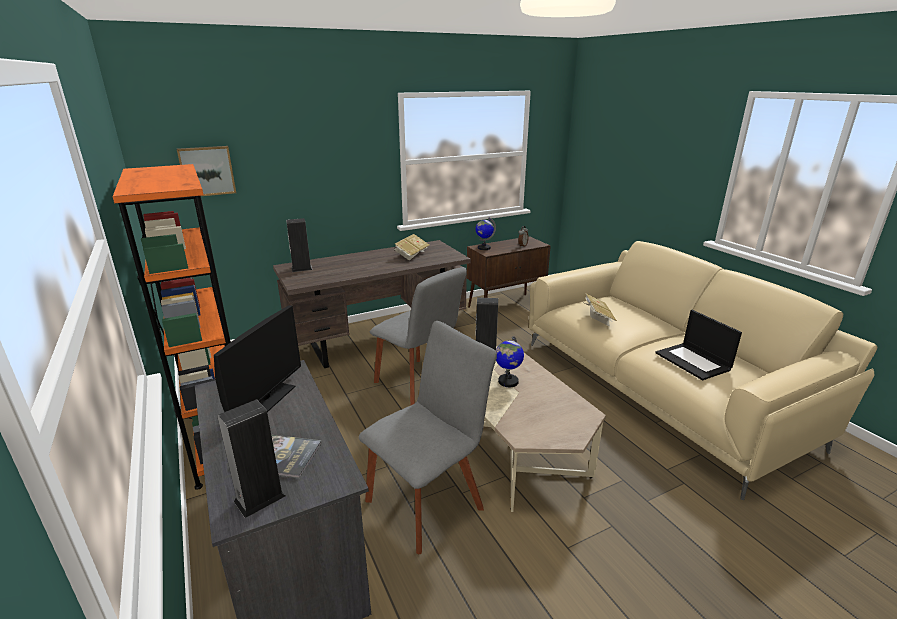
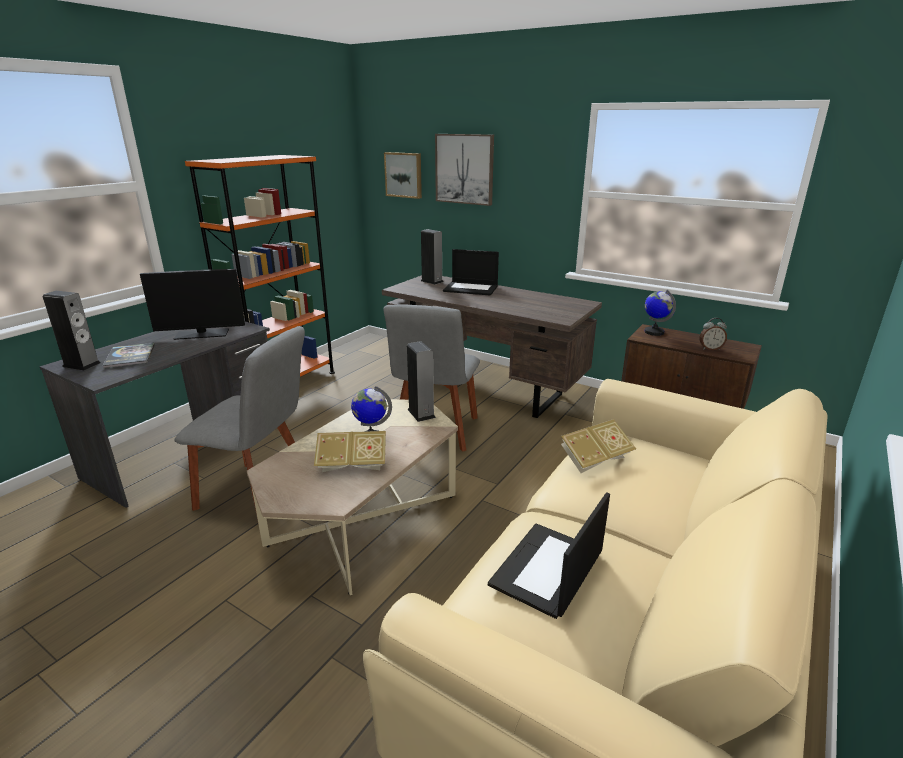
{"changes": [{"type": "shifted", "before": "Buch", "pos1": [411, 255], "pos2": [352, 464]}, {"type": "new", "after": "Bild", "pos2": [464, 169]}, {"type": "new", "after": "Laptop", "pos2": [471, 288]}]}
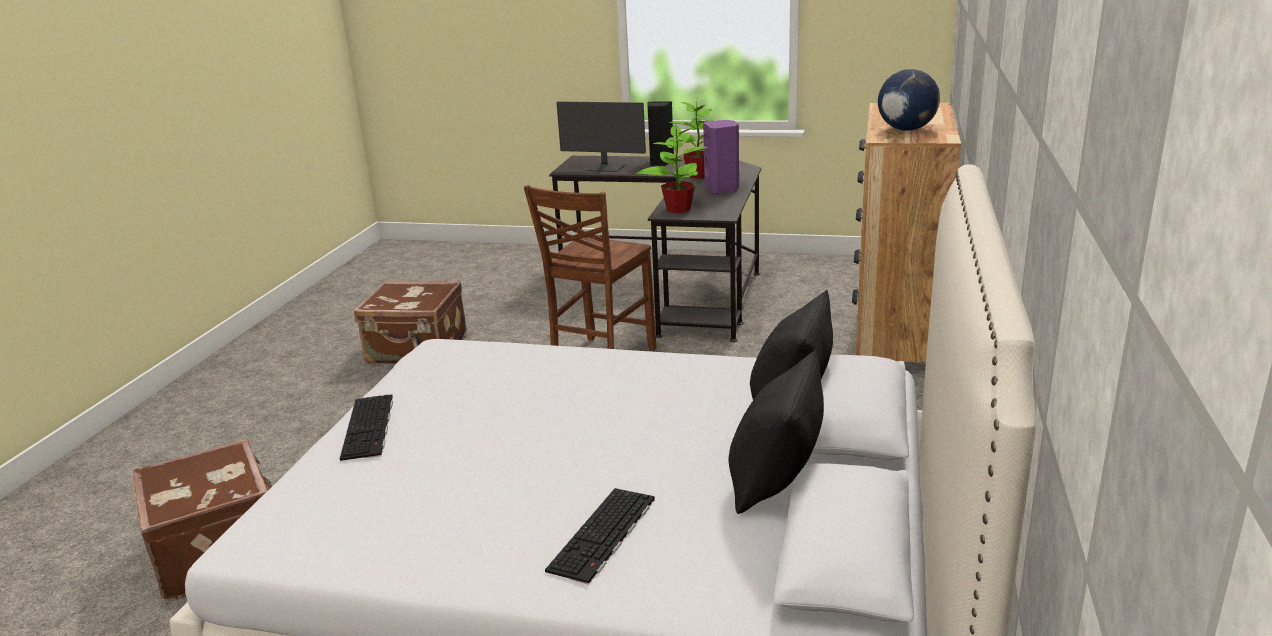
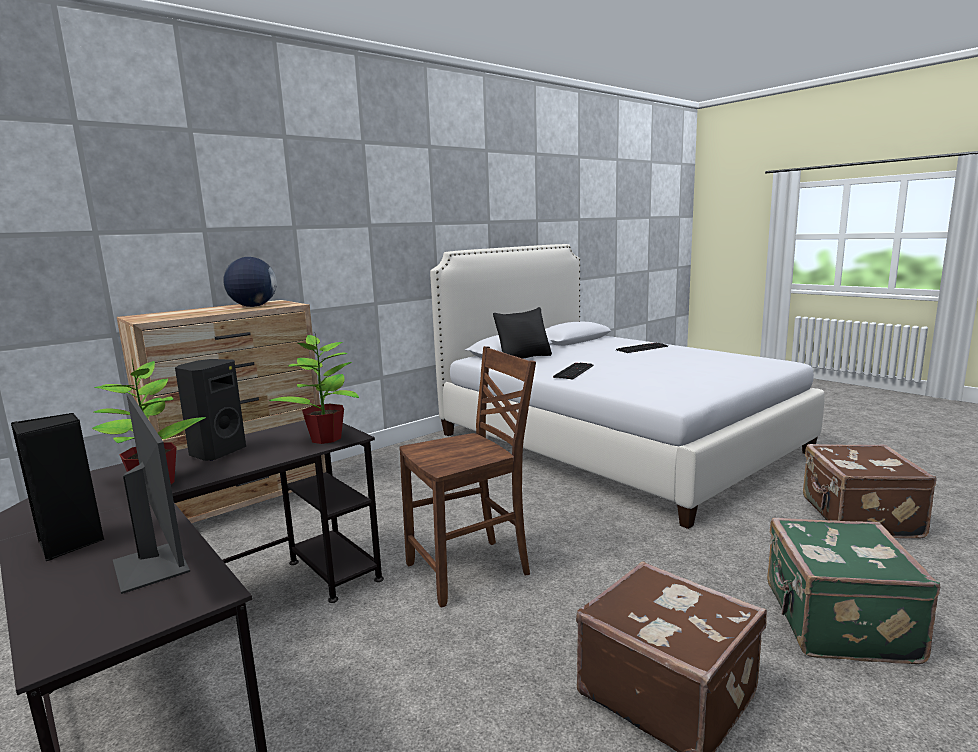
{"changes": [{"type": "shifted", "before": "Tastatur", "pos1": [369, 427], "pos2": [573, 371]}, {"type": "repainted", "before": "Lautsprecher [lila]", "after": "Lautsprecher [schwarz]", "pos1": [722, 189], "pos2": [216, 452]}, {"type": "gone", "before": "Kissen [schwarz]", "pos1": [775, 480]}, {"type": "new", "after": "Koffer [grün]", "pos2": [836, 623]}]}
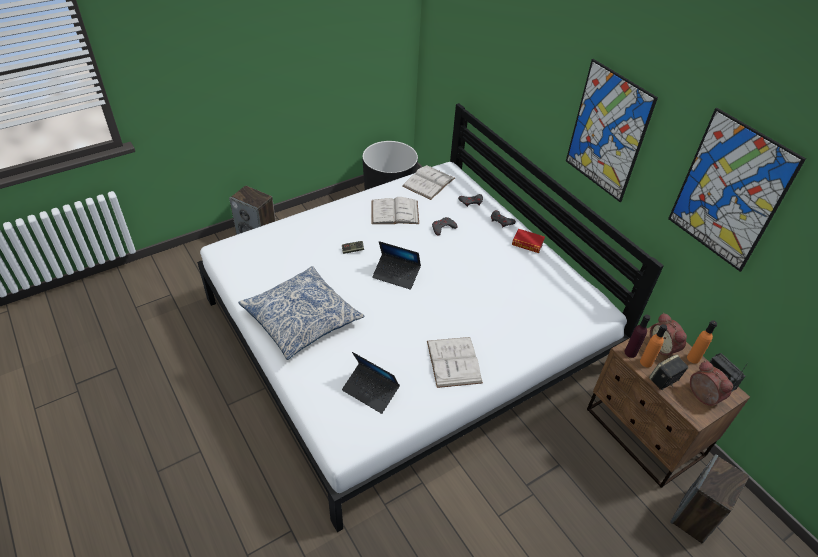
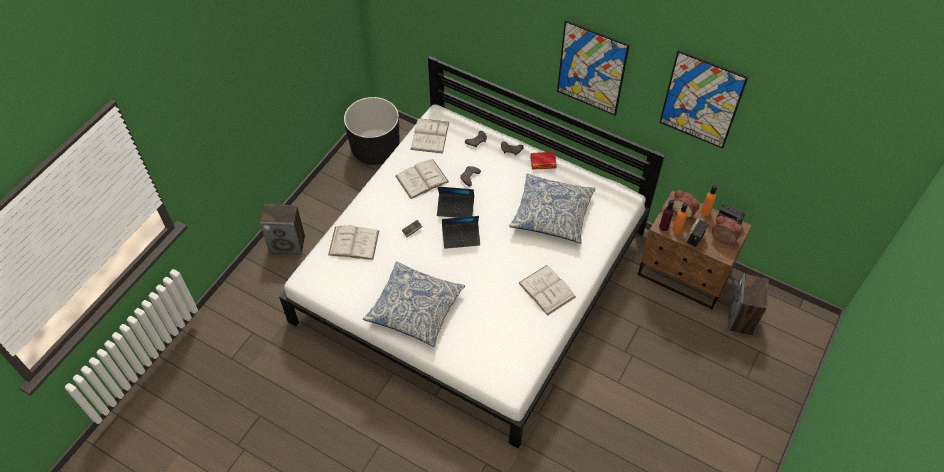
{"changes": [{"type": "shifted", "before": "Laptop", "pos1": [370, 391], "pos2": [455, 208]}, {"type": "new", "after": "Buch [weiß]", "pos2": [354, 243]}, {"type": "new", "after": "Kissen", "pos2": [552, 214]}]}
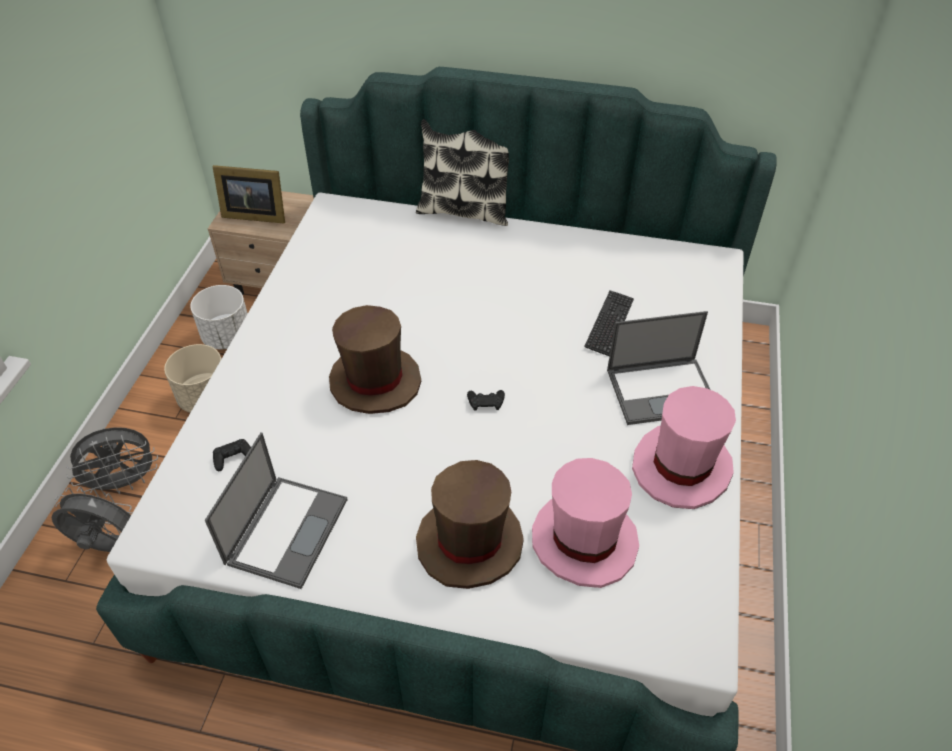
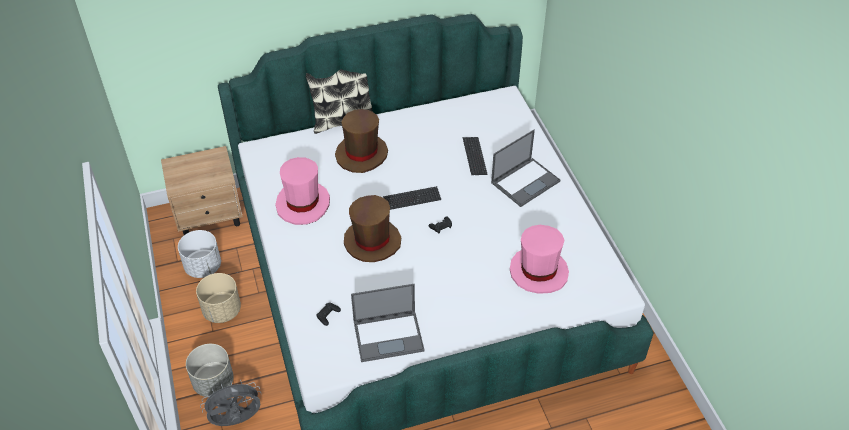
{"changes": [{"type": "swapped", "before": "Ventilator [grau]", "after": "Pflanzkübel [grau]", "pos1": [125, 482], "pos2": [213, 382]}, {"type": "rotated", "before": "Laptop", "pos1": [287, 529], "pos2": [389, 335], "turn": 90}, {"type": "gone", "before": "Bilderrahmen", "pos1": [253, 214]}, {"type": "shifted", "before": "Hut [braun]", "pos1": [470, 542], "pos2": [362, 154]}, {"type": "shifted", "before": "Hut [rosa]", "pos1": [681, 467], "pos2": [303, 204]}, {"type": "new", "after": "Tastatur", "pos2": [412, 199]}]}
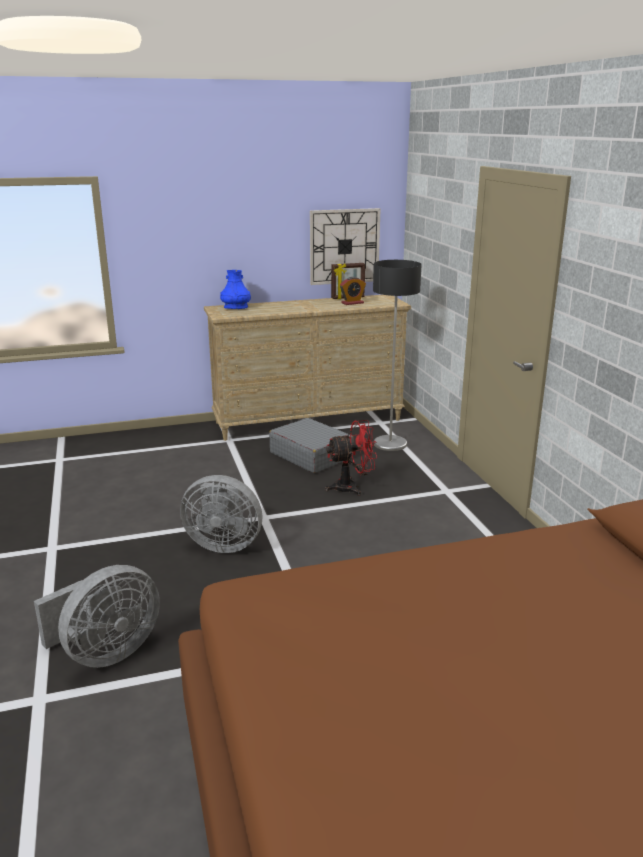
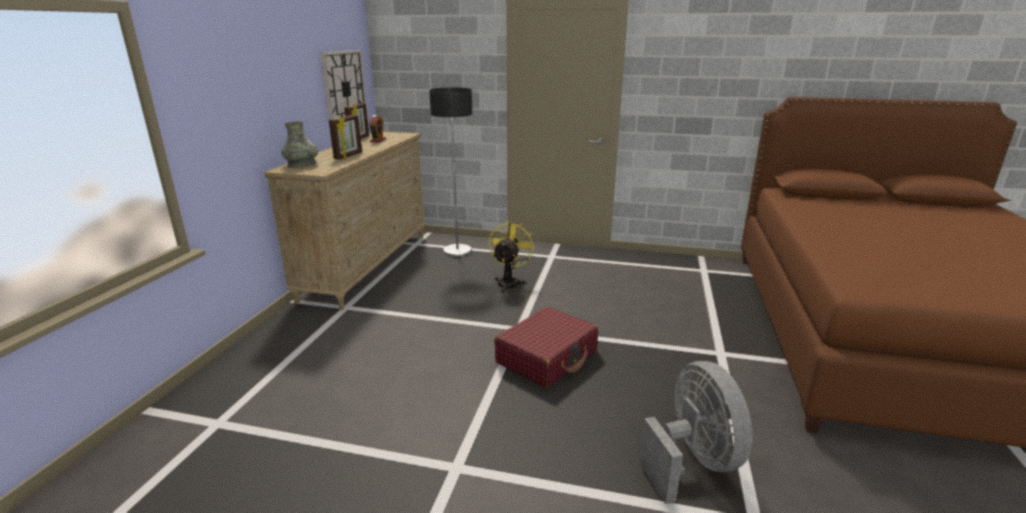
{"changes": [{"type": "swapped", "before": "Ventilator [grau]", "after": "Koffer [rot]", "pos1": [223, 544], "pos2": [547, 357]}, {"type": "repainted", "before": "Vase [blau]", "after": "Vase [grau]", "pos1": [236, 307], "pos2": [302, 164]}, {"type": "gone", "before": "Koffer [grau]", "pos1": [311, 455]}, {"type": "repainted", "before": "Ventilator [rot]", "after": "Ventilator [gelb]", "pos1": [351, 487], "pos2": [509, 282]}, {"type": "new", "after": "Bilderrahmen", "pos2": [349, 156]}]}
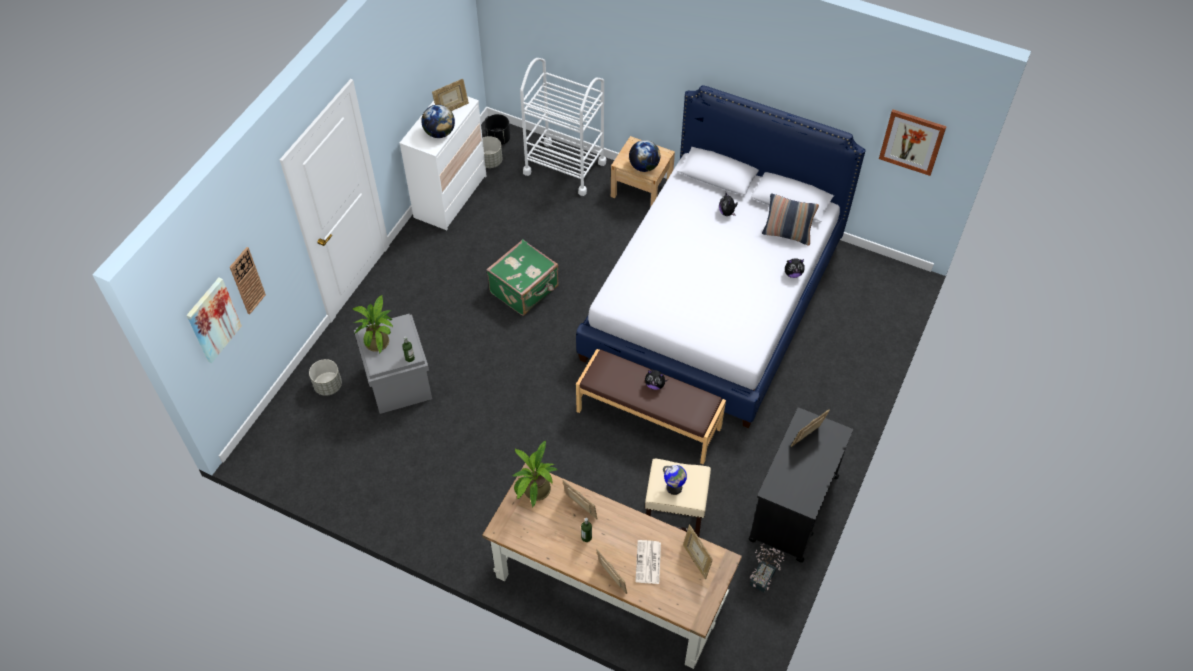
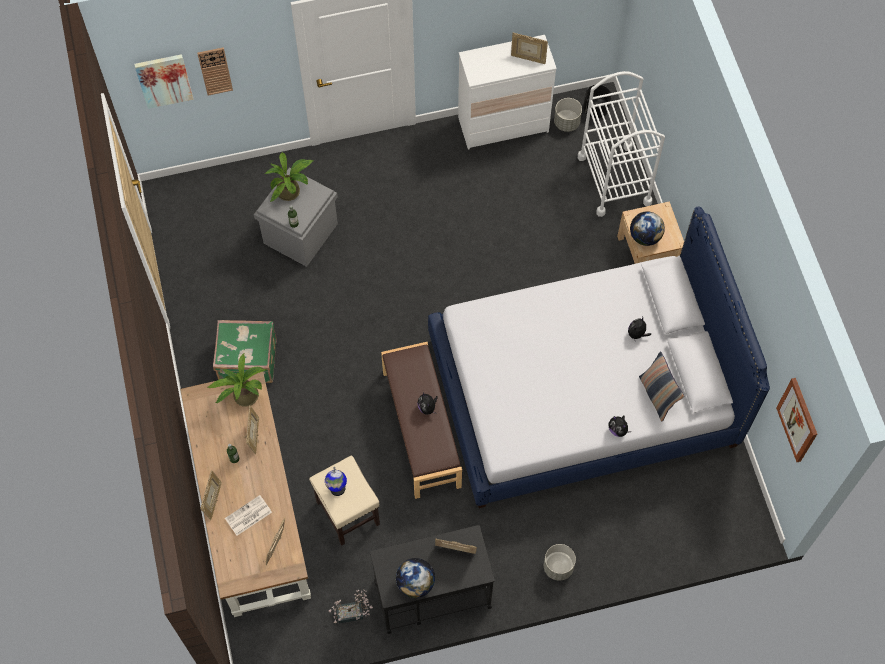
{"changes": [{"type": "shifted", "before": "Pflanzkübel [grau]", "pos1": [328, 386], "pos2": [558, 567]}, {"type": "shifted", "before": "Globus", "pos1": [440, 133], "pos2": [415, 583]}, {"type": "shifted", "before": "Koffer [grün]", "pos1": [525, 290], "pos2": [248, 361]}]}
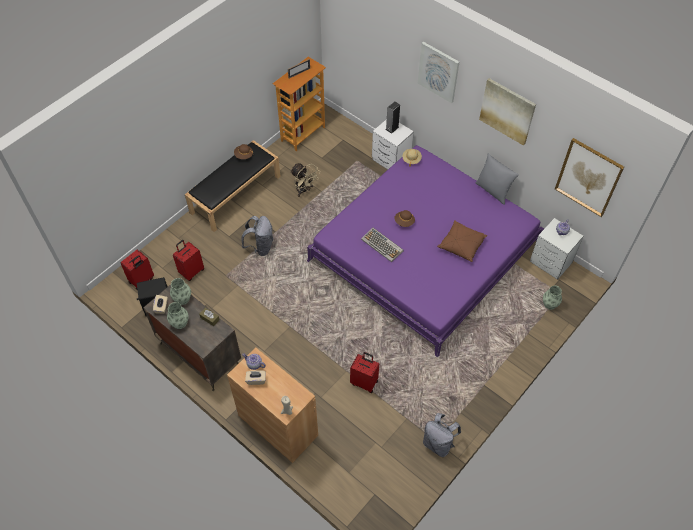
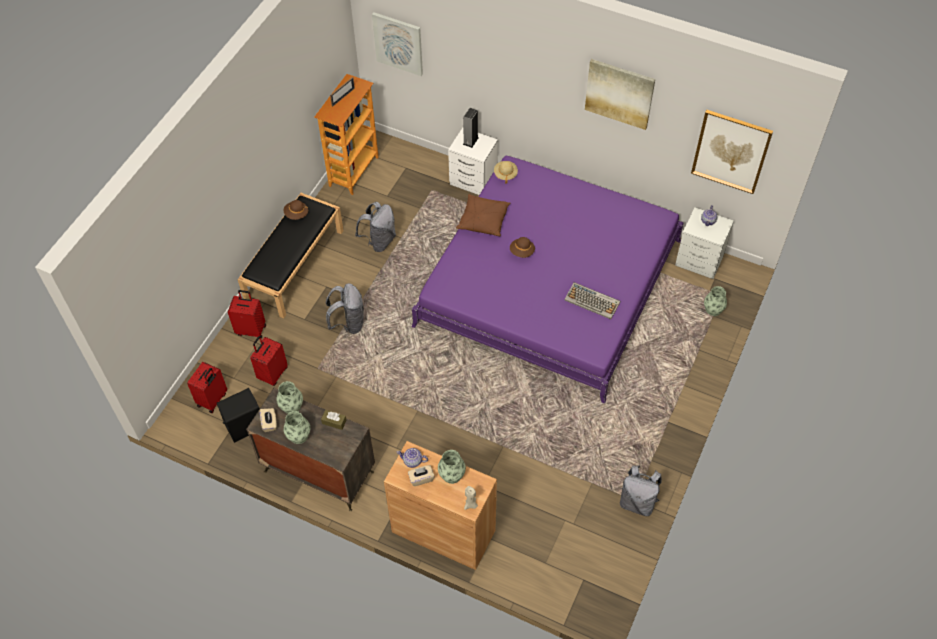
{"changes": [{"type": "swapped", "before": "Ventilator [beige]", "after": "Rucksack [grau]", "pos1": [304, 190], "pos2": [379, 241]}, {"type": "shifted", "before": "Koffer [rot]", "pos1": [364, 382], "pos2": [251, 329]}, {"type": "shifted", "before": "Tastatur", "pos1": [382, 245], "pos2": [592, 301]}, {"type": "shifted", "before": "Bild", "pos1": [438, 72], "pos2": [398, 43]}, {"type": "shifted", "before": "Kissen [braun]", "pos1": [461, 245], "pos2": [483, 220]}, {"type": "gone", "before": "Kissen [grau]", "pos1": [493, 191]}, {"type": "new", "after": "Vase", "pos2": [451, 475]}]}
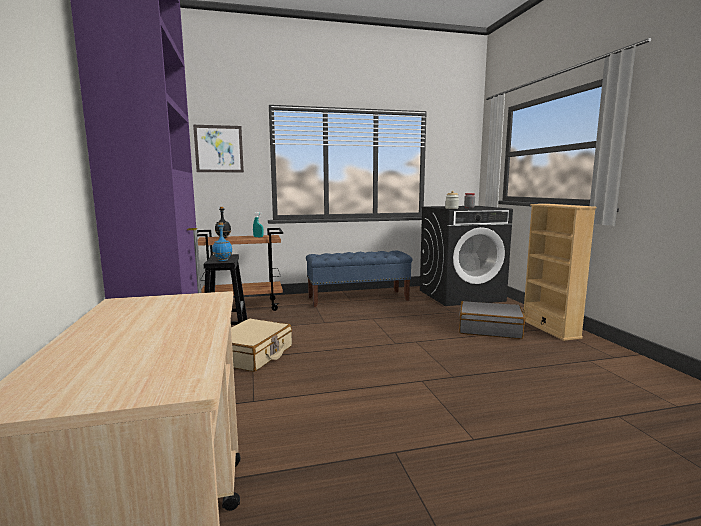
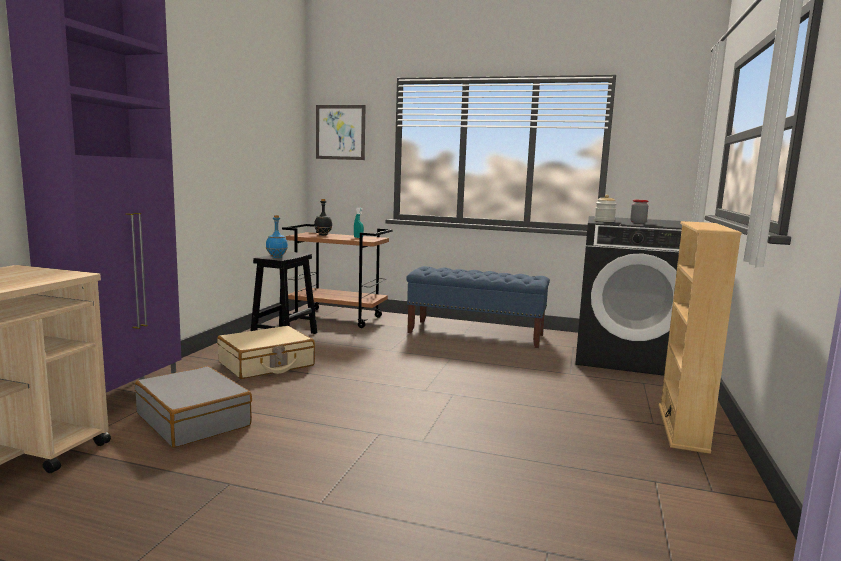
{"changes": [{"type": "shifted", "before": "Koffer [grau]", "pos1": [489, 329], "pos2": [194, 420]}]}
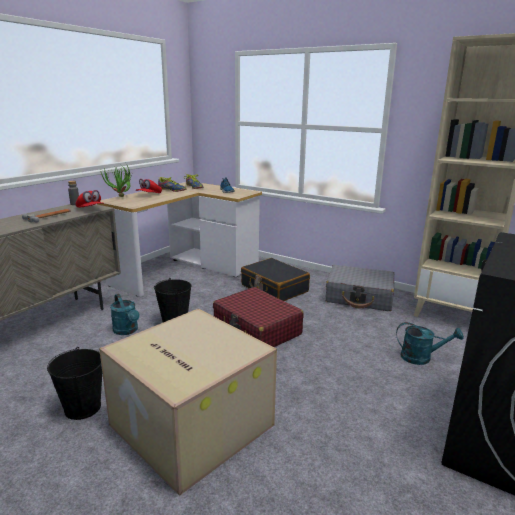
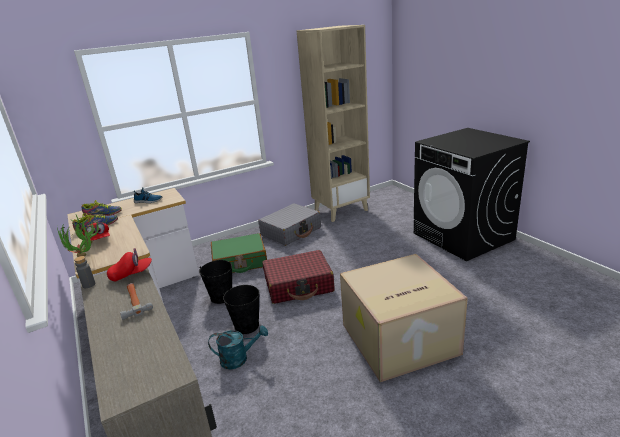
{"changes": [{"type": "shifted", "before": "Eimer [schwarz]", "pos1": [83, 407], "pos2": [221, 297]}, {"type": "repainted", "before": "Koffer [schwarz]", "after": "Koffer [grün]", "pos1": [274, 288], "pos2": [240, 262]}, {"type": "gone", "before": "Gießkanne [türkis]", "pos1": [421, 358]}]}
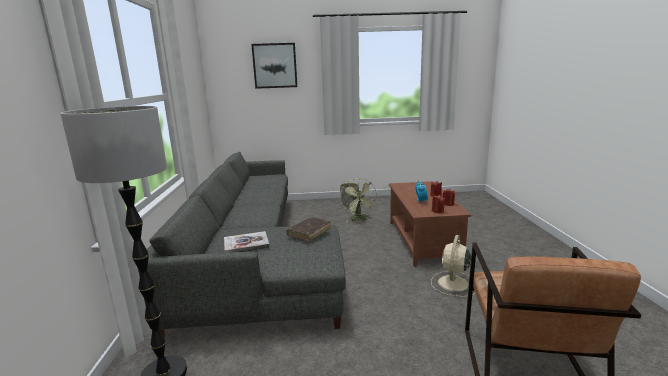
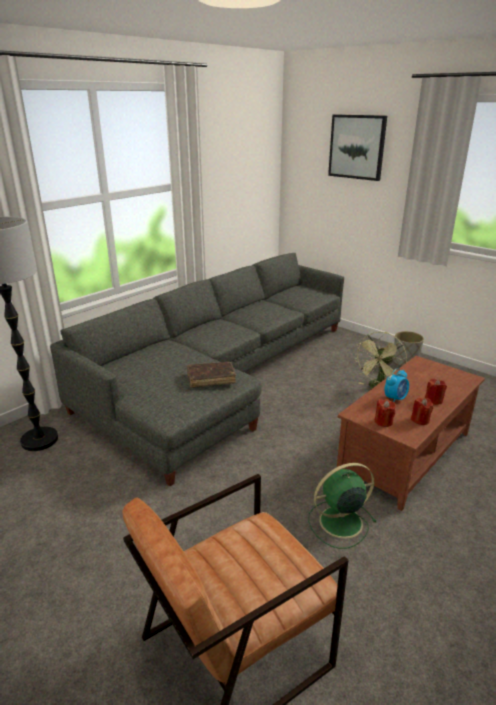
{"changes": [{"type": "gone", "before": "Buch", "pos1": [246, 244]}, {"type": "repainted", "before": "Ventilator [beige]", "after": "Ventilator [grün]", "pos1": [453, 284], "pos2": [339, 522]}]}
